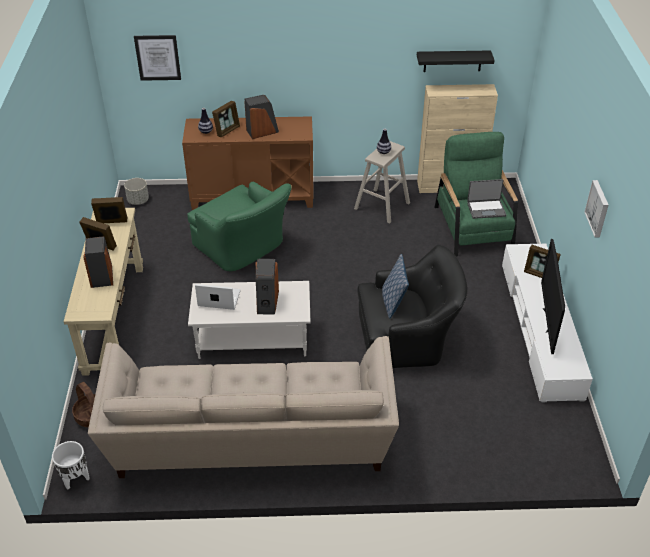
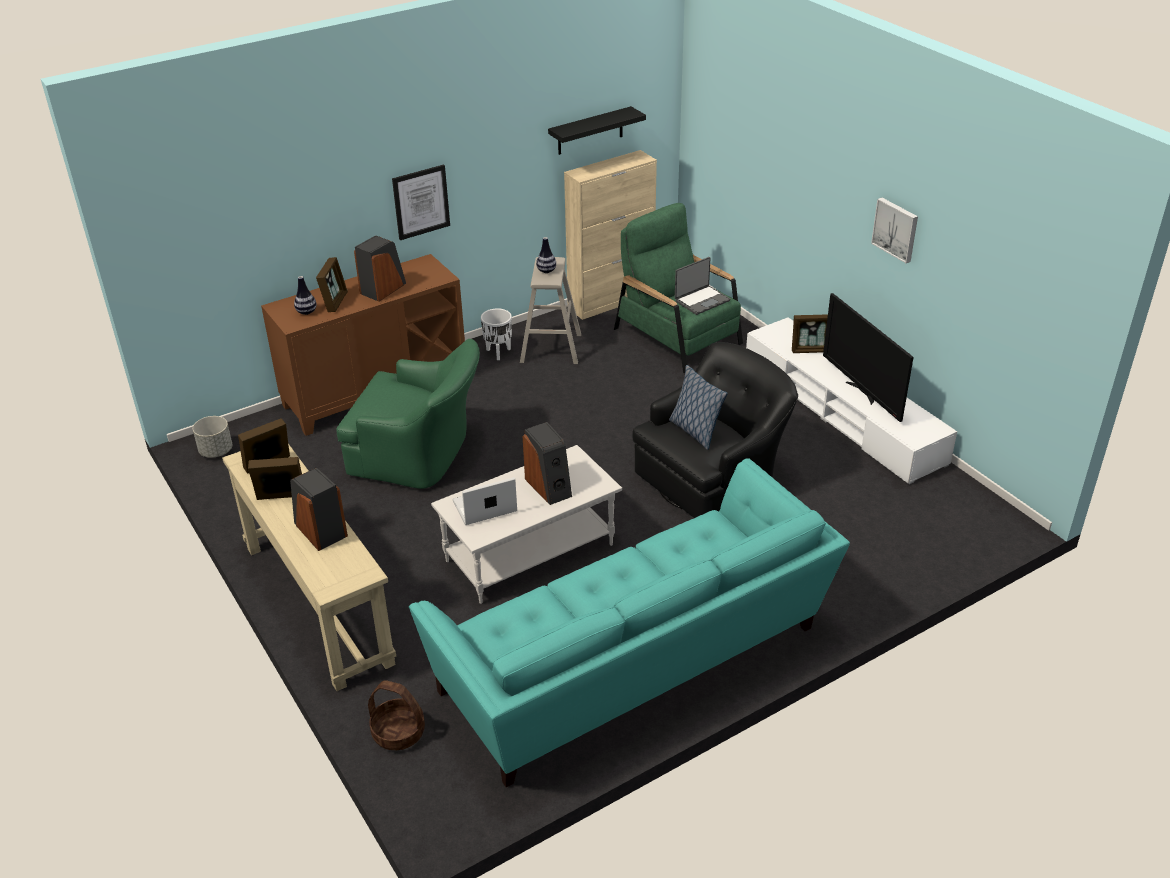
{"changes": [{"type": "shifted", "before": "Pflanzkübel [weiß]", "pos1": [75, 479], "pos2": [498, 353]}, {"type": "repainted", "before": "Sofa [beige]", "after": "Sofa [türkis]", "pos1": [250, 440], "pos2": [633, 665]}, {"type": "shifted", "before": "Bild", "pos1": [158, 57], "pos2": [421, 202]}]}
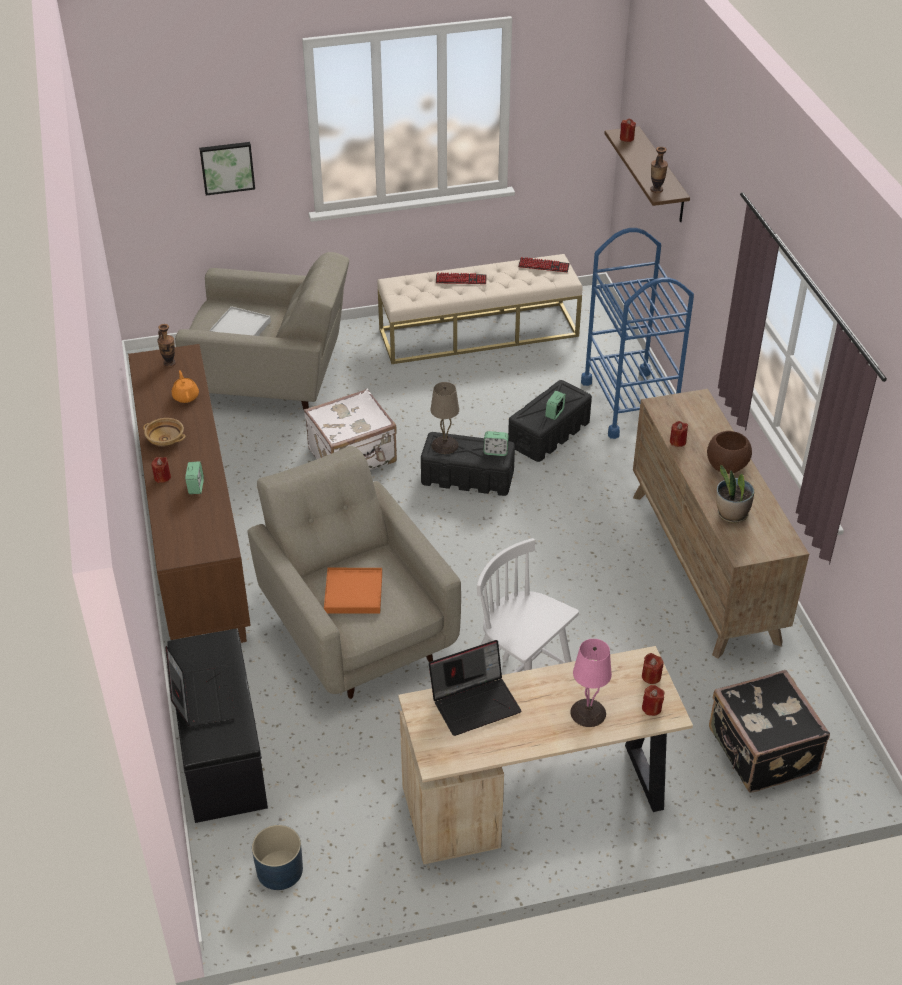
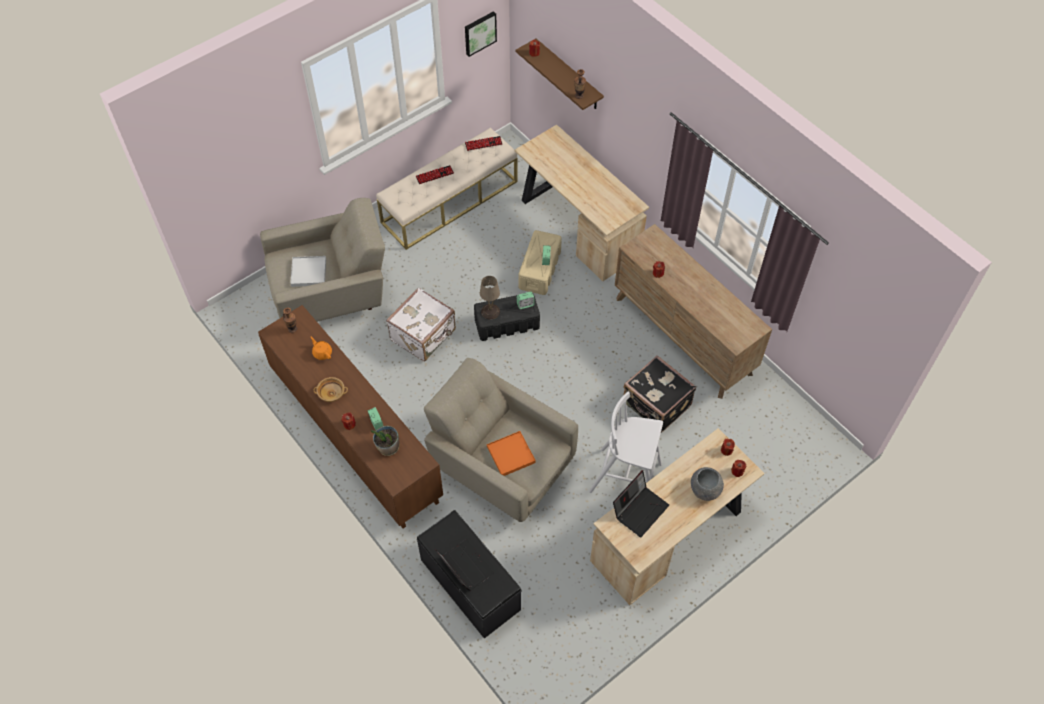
{"changes": [{"type": "shifted", "before": "Bild", "pos1": [227, 167], "pos2": [479, 33]}, {"type": "gone", "before": "Pflanzkübel [blau]", "pos1": [280, 870]}, {"type": "repainted", "before": "Aufbewahrungsbox [schwarz]", "after": "Aufbewahrungsbox [beige]", "pos1": [548, 434], "pos2": [539, 270]}, {"type": "swapped", "before": "Tischlampe [rosa]", "after": "Schüssel [grau]", "pos1": [587, 713], "pos2": [705, 490]}, {"type": "swapped", "before": "Rollwagen [blau]", "after": "Schreibtisch [beige]", "pos1": [629, 403], "pos2": [577, 226]}, {"type": "gone", "before": "Schüssel [braun]", "pos1": [727, 465]}, {"type": "shifted", "before": "Koffer [schwarz]", "pos1": [761, 752], "pos2": [656, 405]}, {"type": "shifted", "before": "Topfpflanze", "pos1": [731, 514], "pos2": [388, 447]}]}
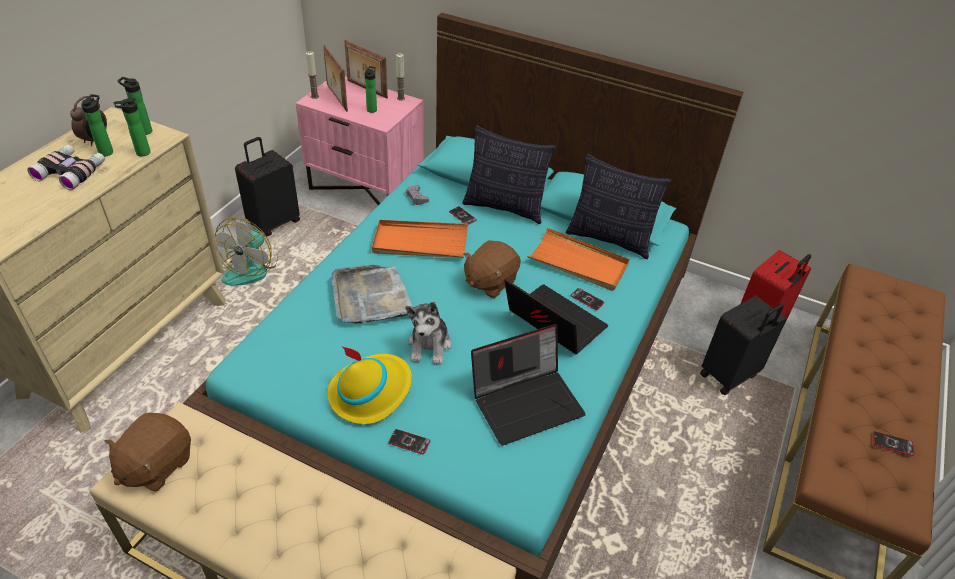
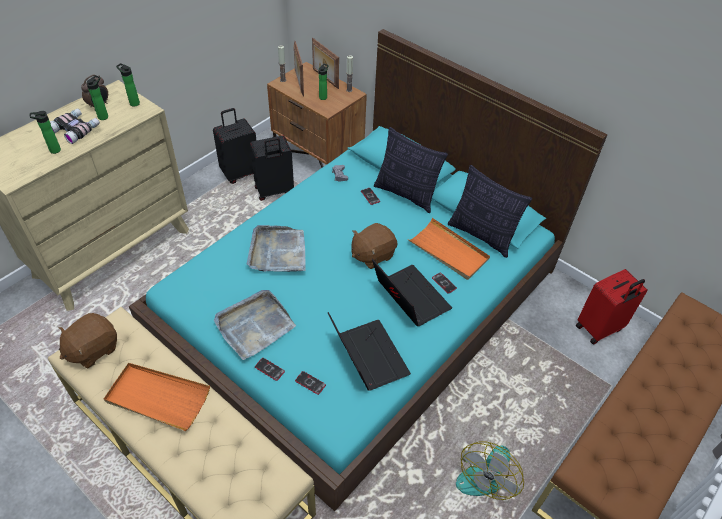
{"changes": [{"type": "shifted", "before": "Flasche", "pos1": [141, 153], "pos2": [53, 150]}, {"type": "shifted", "before": "Ventilator", "pos1": [252, 268], "pos2": [484, 472]}, {"type": "repainted", "before": "Nachttisch [rosa]", "after": "Nachttisch [braun]", "pos1": [366, 187], "pos2": [318, 154]}, {"type": "swapped", "before": "Hut [gelb]", "after": "Tablett [grau]", "pos1": [370, 392], "pos2": [254, 325]}, {"type": "shifted", "before": "Tablett [orange]", "pos1": [420, 242], "pos2": [157, 397]}, {"type": "gone", "before": "Plüschtier", "pos1": [429, 345]}, {"type": "rotated", "before": "Laptop", "pos1": [527, 401], "pos2": [366, 356], "turn": -105}, {"type": "shifted", "before": "Koffer [schwarz]", "pos1": [729, 376], "pos2": [274, 191]}, {"type": "shifted", "before": "Handy", "pos1": [892, 444], "pos2": [310, 383]}]}
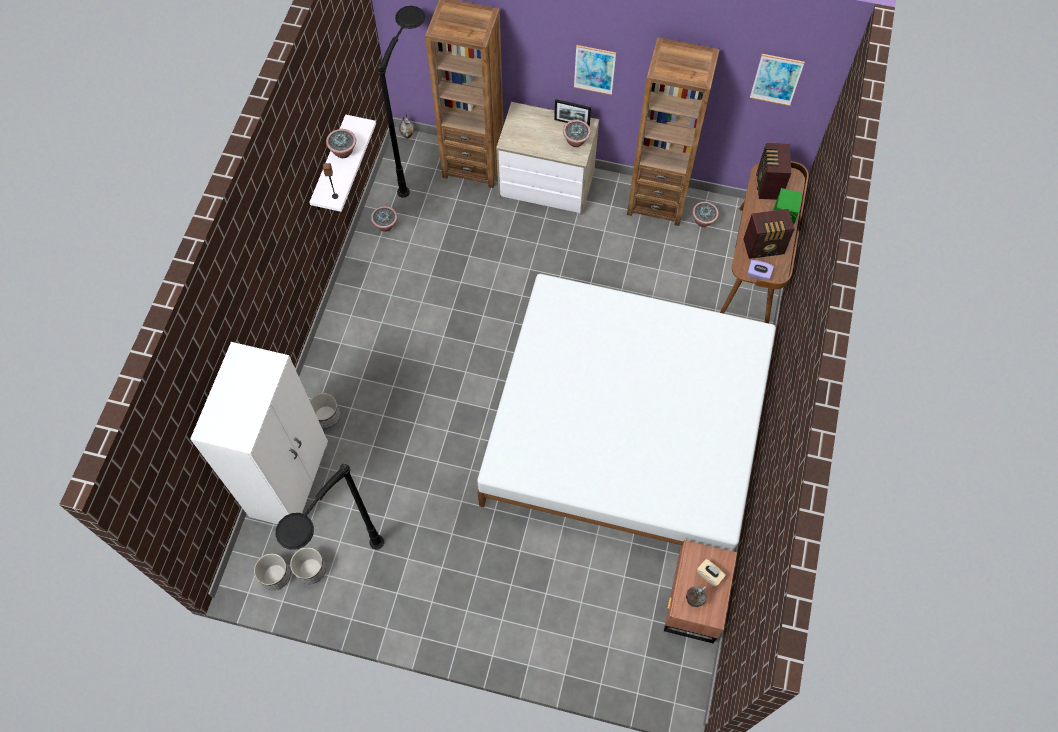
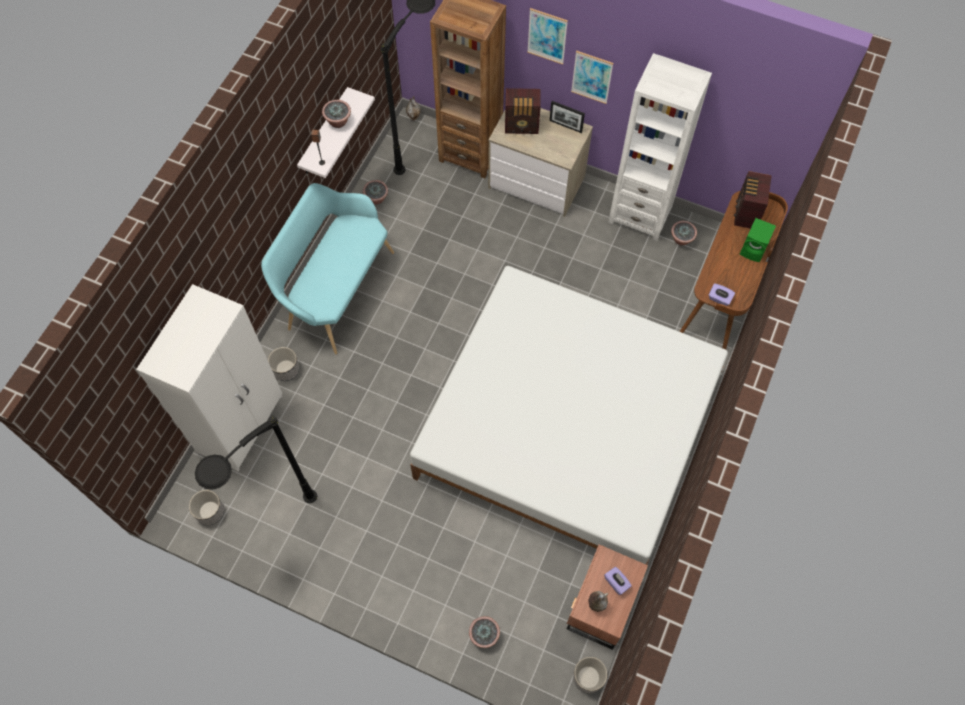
{"changes": [{"type": "shifted", "before": "Pflanzkübel", "pos1": [311, 570], "pos2": [588, 678]}, {"type": "shifted", "before": "Topfpflanze", "pos1": [576, 141], "pos2": [484, 635]}, {"type": "repainted", "before": "Bücherregal [braun]", "after": "Bücherregal [weiß]", "pos1": [657, 202], "pos2": [640, 214]}, {"type": "repainted", "before": "Taschentuchbox [beige]", "after": "Taschentuchbox [lila]", "pos1": [709, 575], "pos2": [616, 582]}, {"type": "shifted", "before": "Radio", "pos1": [764, 247], "pos2": [522, 126]}, {"type": "shifted", "before": "Bild", "pos1": [776, 79], "pos2": [547, 36]}, {"type": "new", "after": "Bank [türkis]", "pos2": [335, 290]}]}
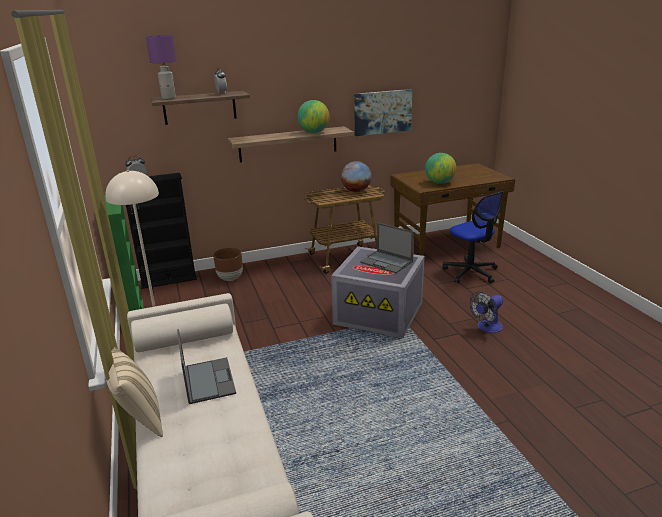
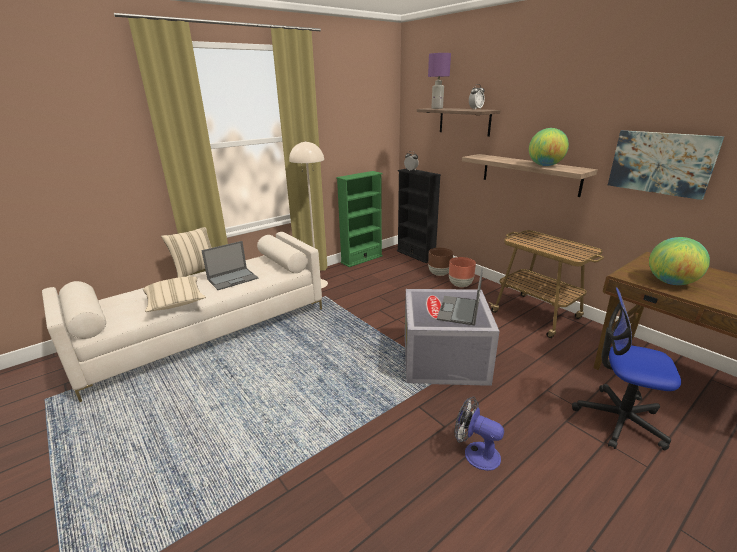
{"changes": [{"type": "gone", "before": "Globus", "pos1": [356, 191]}, {"type": "rotated", "before": "Bürostuhl", "pos1": [470, 272], "pos2": [619, 419], "turn": 75}, {"type": "new", "after": "Kissen [beige]", "pos2": [175, 303]}, {"type": "new", "after": "Pflanzkübel [braun]", "pos2": [460, 285]}]}
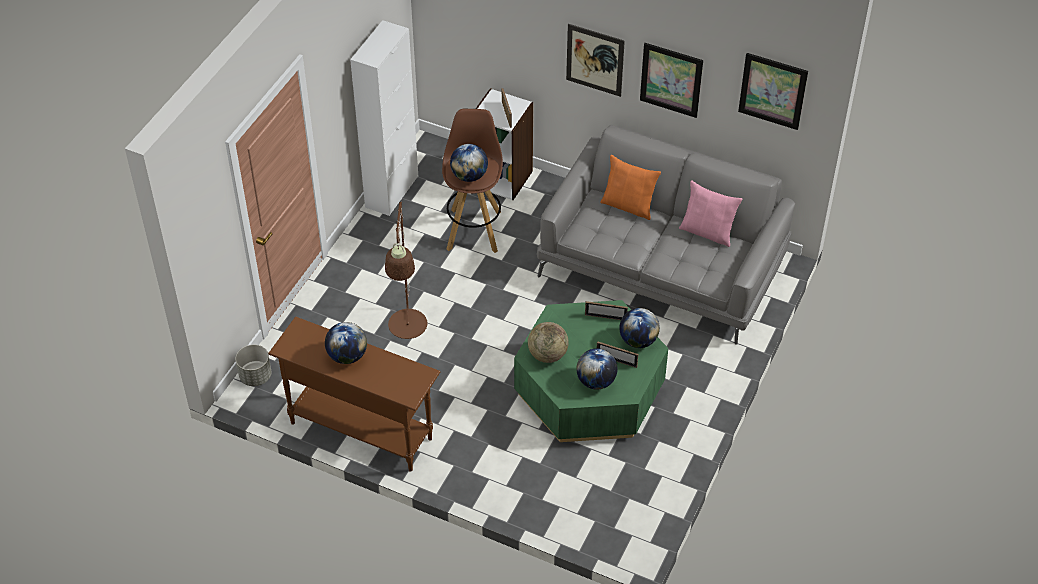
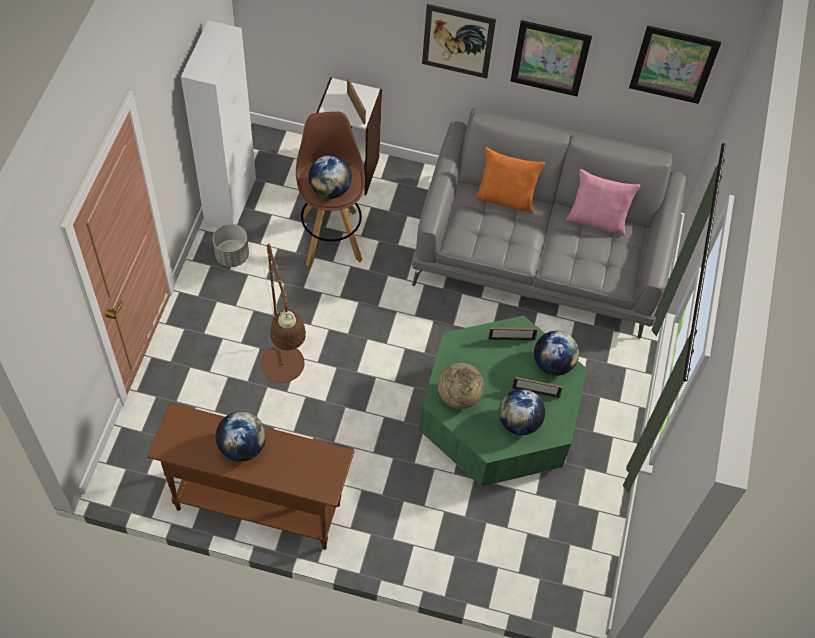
{"changes": [{"type": "shifted", "before": "Pflanzkübel [grau]", "pos1": [255, 376], "pos2": [232, 256]}]}
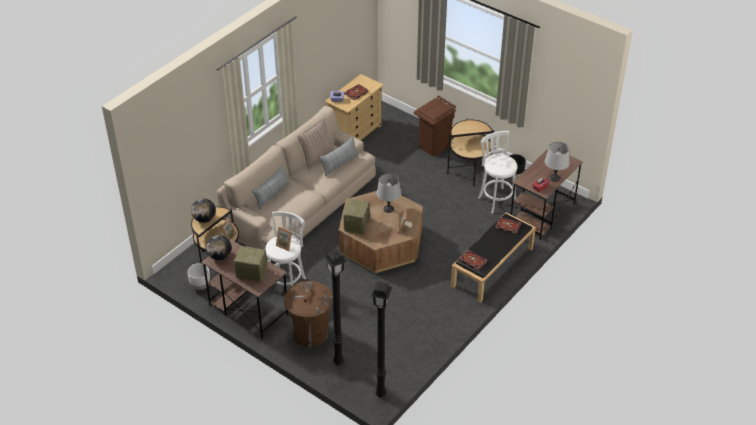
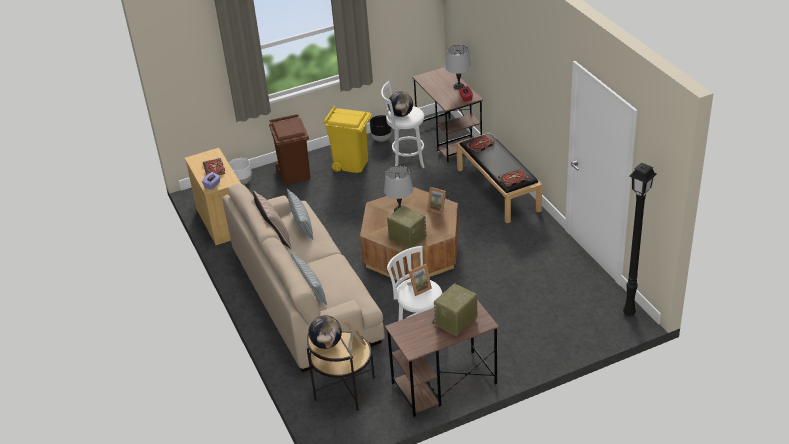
{"changes": [{"type": "shifted", "before": "Pflanzkübel [weiß]", "pos1": [200, 286], "pos2": [242, 182]}, {"type": "shifted", "before": "Globus", "pos1": [220, 256], "pos2": [401, 114]}, {"type": "gone", "before": "Mülleimer [braun]", "pos1": [310, 333]}, {"type": "gone", "before": "Stehlampe [schwarz]", "pos1": [338, 361]}, {"type": "swapped", "before": "Beistelltisch", "after": "Mülleimer [gelb]", "pos1": [469, 171], "pos2": [351, 163]}]}
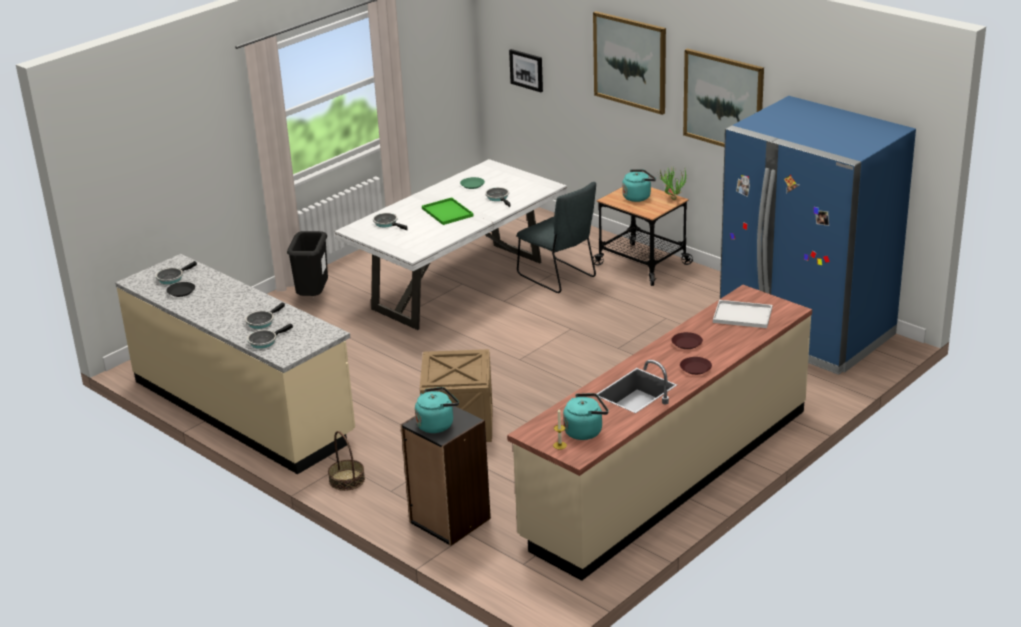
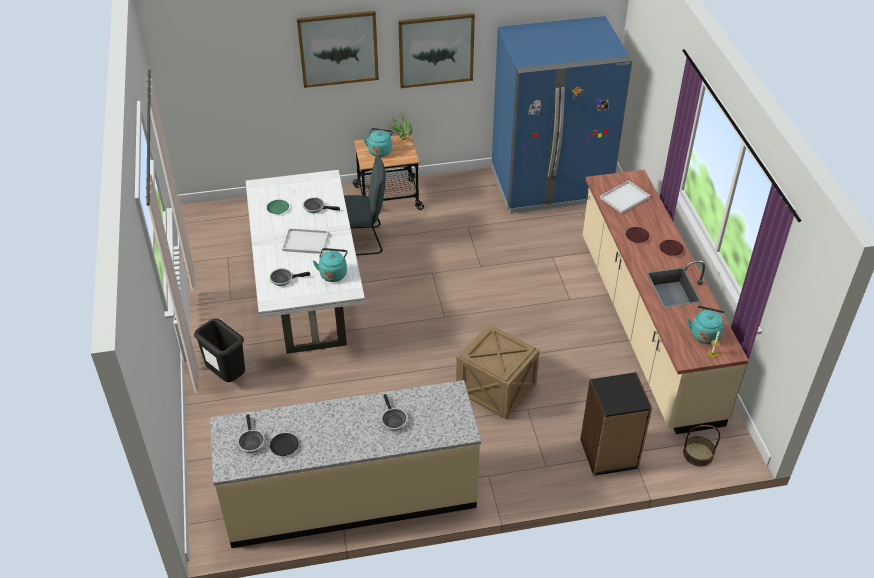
{"changes": [{"type": "gone", "before": "Pfanne", "pos1": [264, 341]}, {"type": "shifted", "before": "Korb", "pos1": [346, 480], "pos2": [698, 454]}, {"type": "shifted", "before": "Wasserkessel [türkis]", "pos1": [437, 424], "pos2": [333, 273]}, {"type": "repainted", "before": "Tablett [grün]", "after": "Tablett [weiß]", "pos1": [446, 212], "pos2": [305, 242]}, {"type": "gone", "before": "Bild", "pos1": [527, 70]}]}
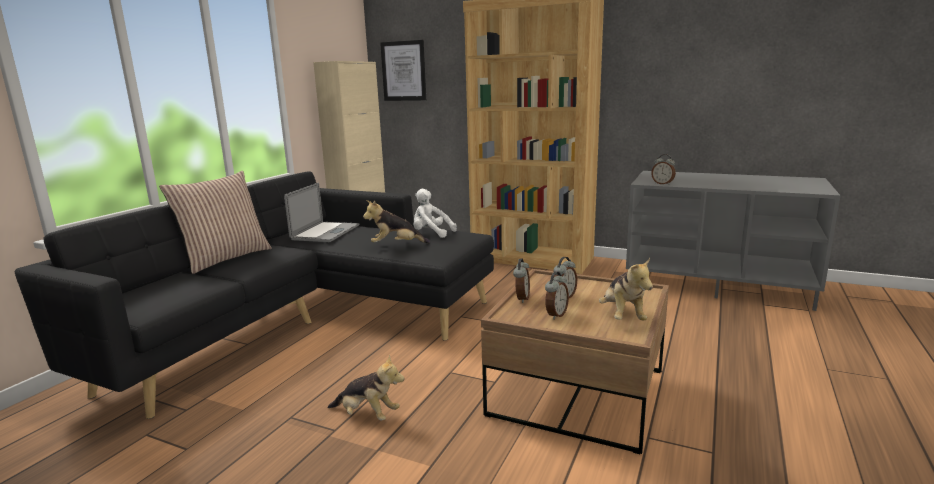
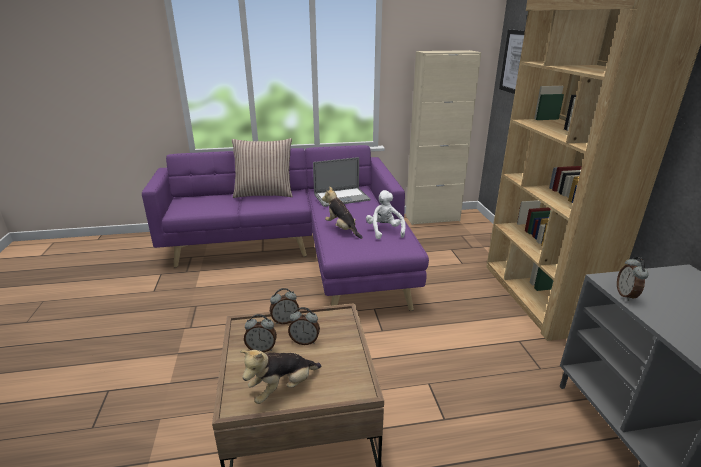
{"changes": [{"type": "repainted", "before": "Sofa [schwarz]", "after": "Sofa [lila]", "pos1": [310, 323], "pos2": [304, 256]}, {"type": "gone", "before": "Plüschtier", "pos1": [367, 415]}]}
